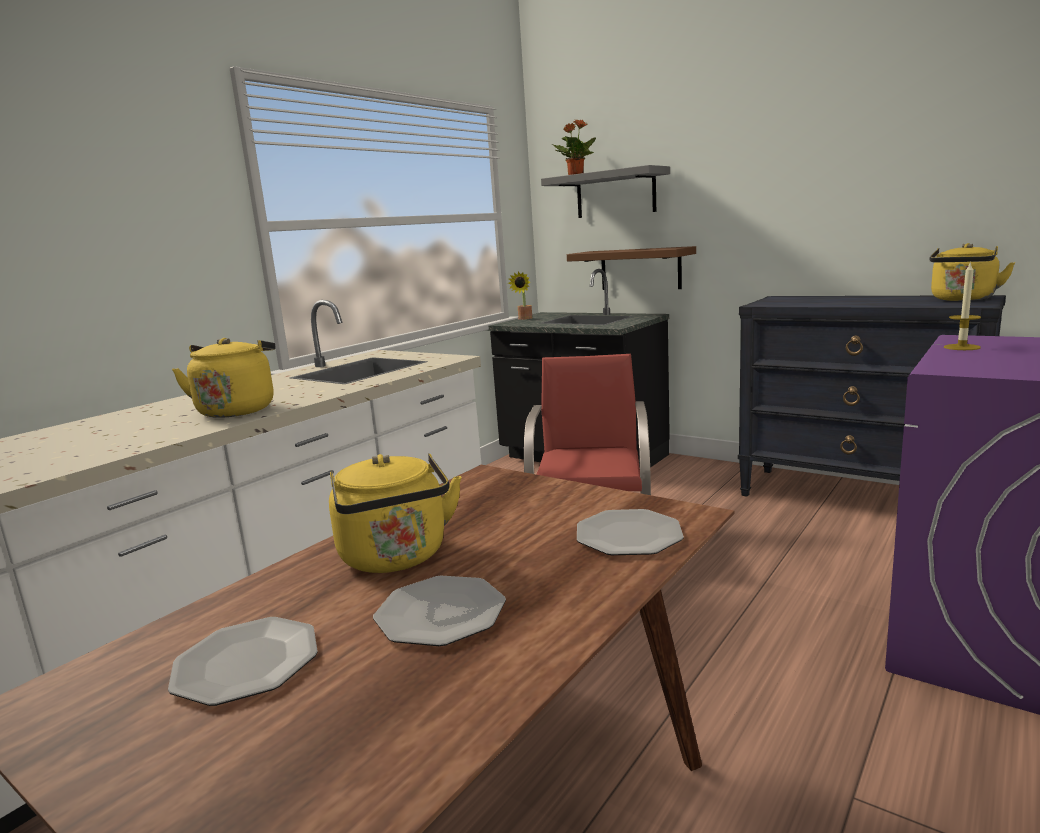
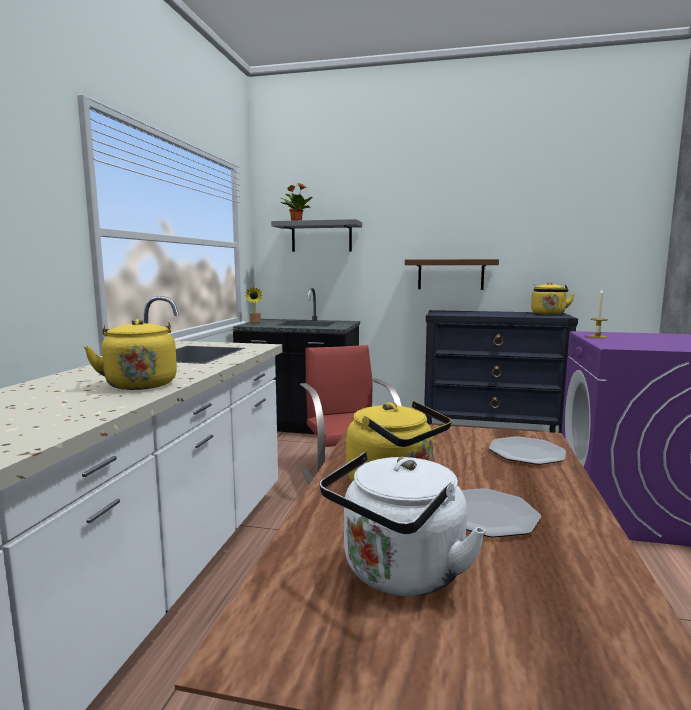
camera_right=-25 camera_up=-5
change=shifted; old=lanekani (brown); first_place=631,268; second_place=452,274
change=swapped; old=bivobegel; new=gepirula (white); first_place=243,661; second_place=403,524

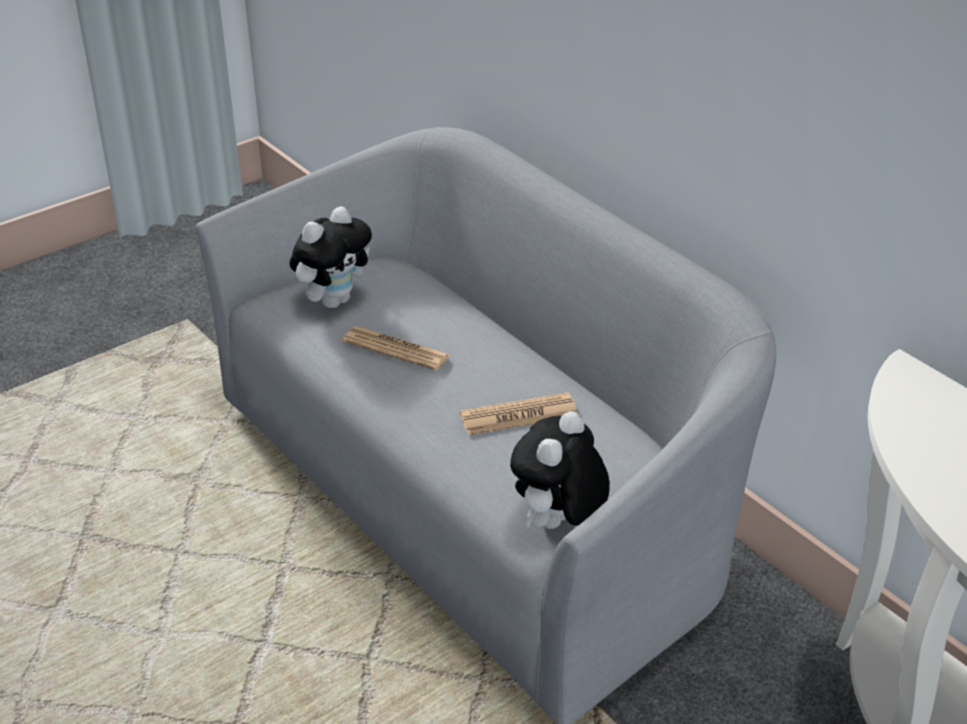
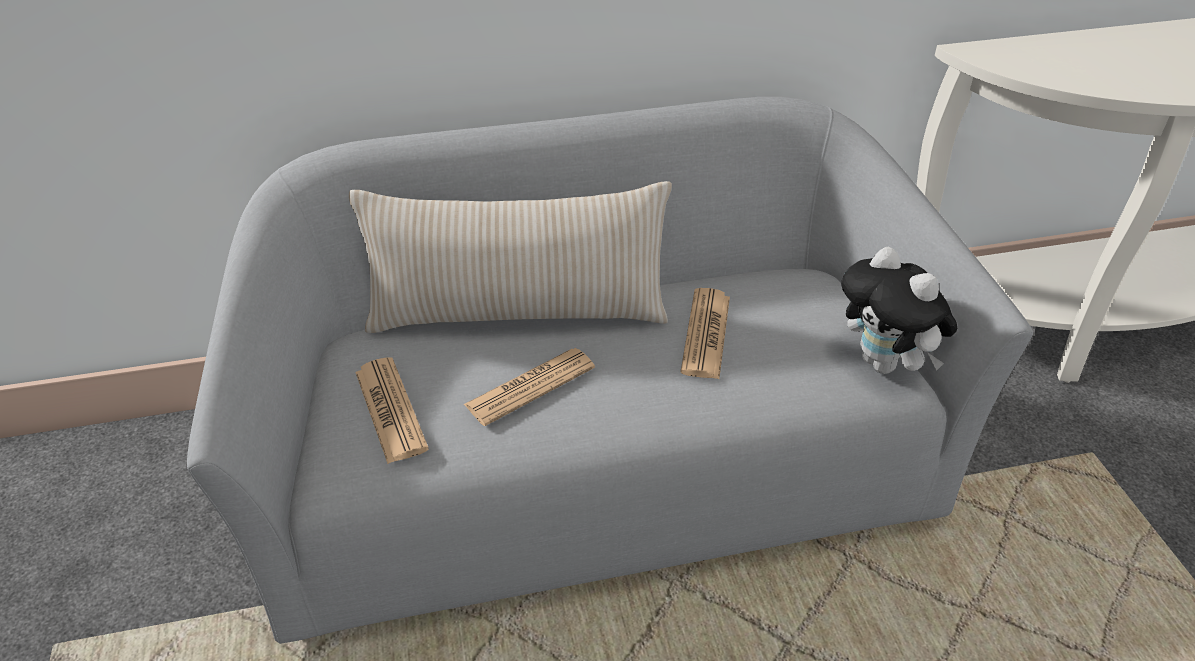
camera_right=-65 camera_up=5
change=swapped; old=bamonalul; new=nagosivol; first_place=330,257; second_place=392,410
change=new; new=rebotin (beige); second_place=510,257

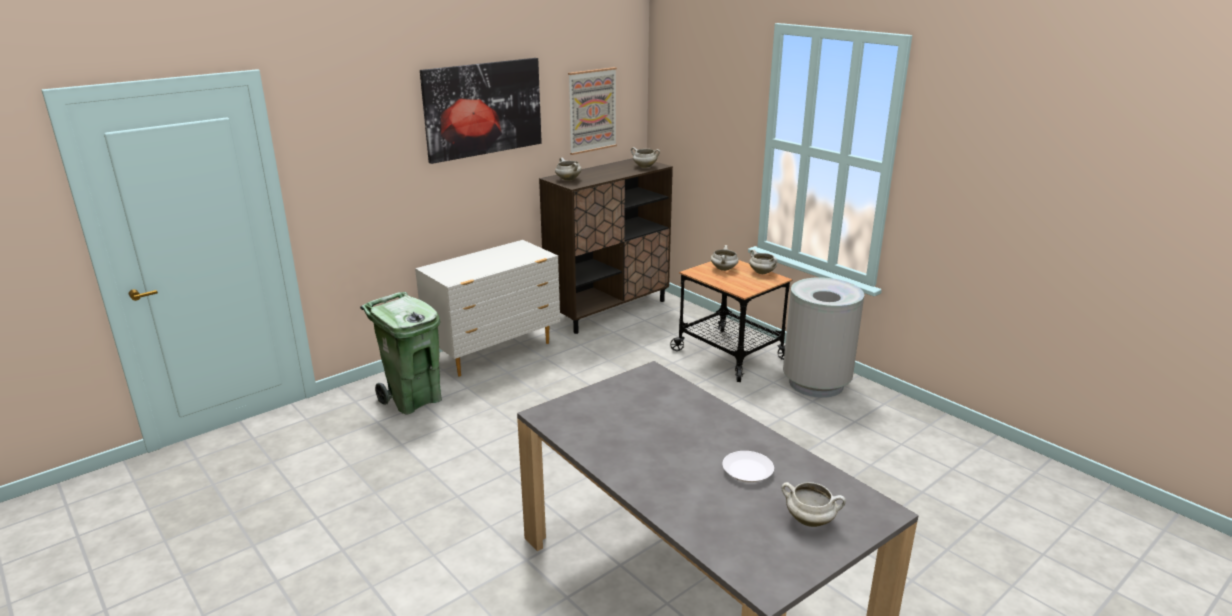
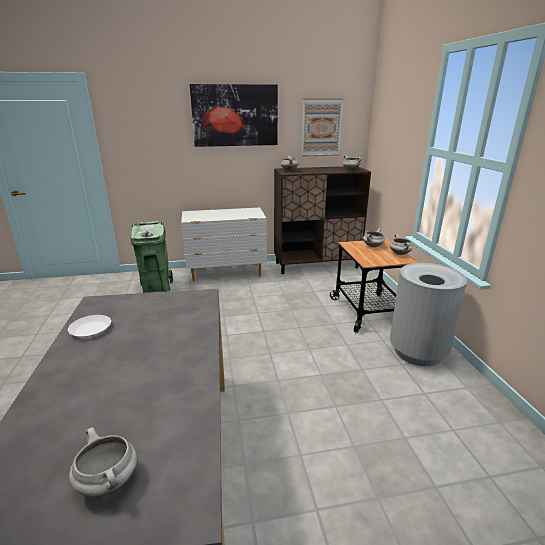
camera_right=30 camera_up=0
change=shifted; old=bivobegel (white); first_place=748,466; second_place=89,326

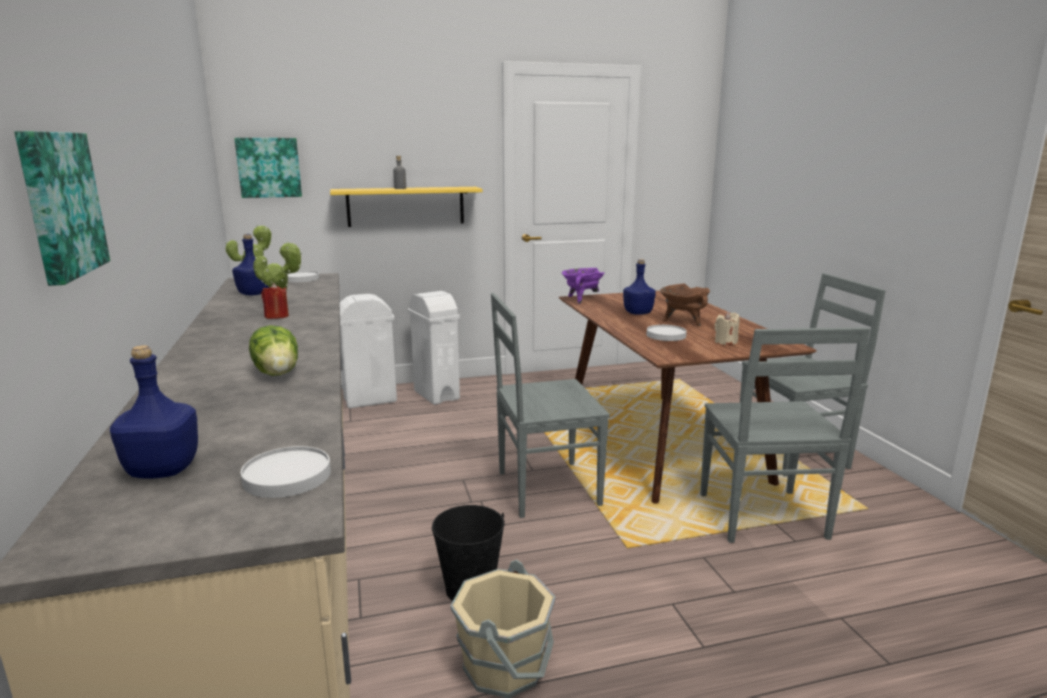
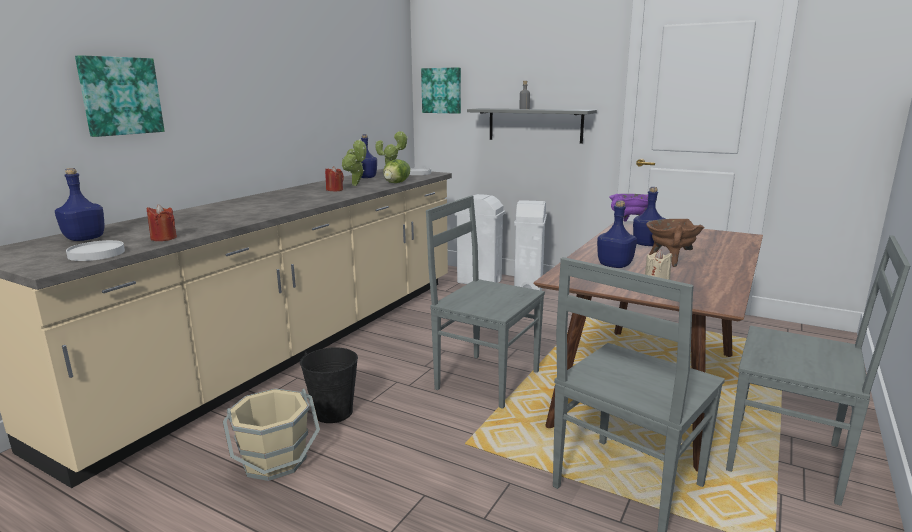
camera_right=45 camera_up=0
change=repainted; old=lanekani (yellow); new=lanekani (grey); first_place=406,207; second_place=532,126
change=shifted; old=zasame; first_place=273,350; second_place=396,171
change=swapped; old=bivobegel (white); new=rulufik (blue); first_place=666,333; second_place=617,234
change=new; new=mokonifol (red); second_place=162,222

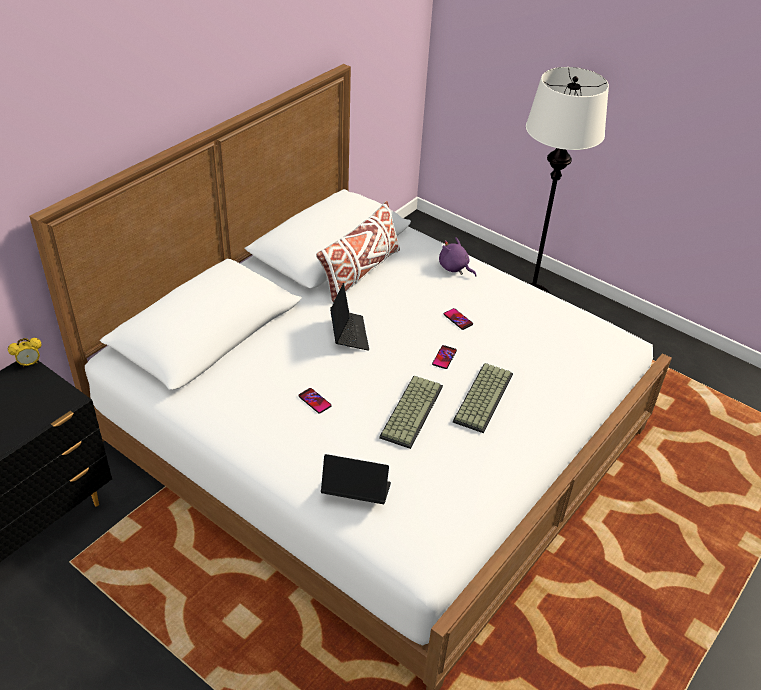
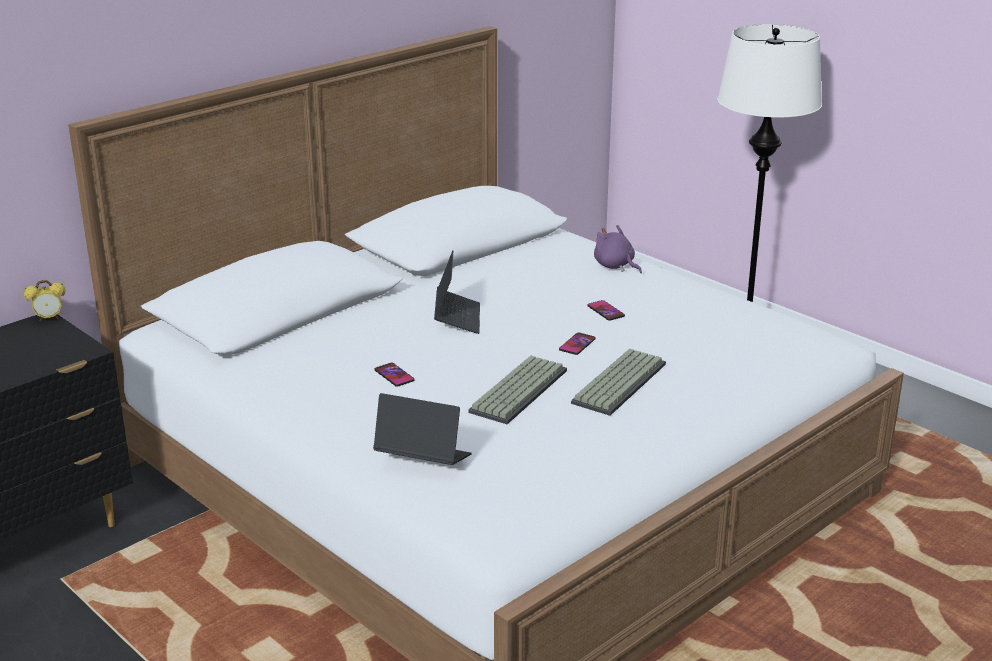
camera_right=10 camera_up=-15
change=gone; old=rebotin (white); first_place=358,251

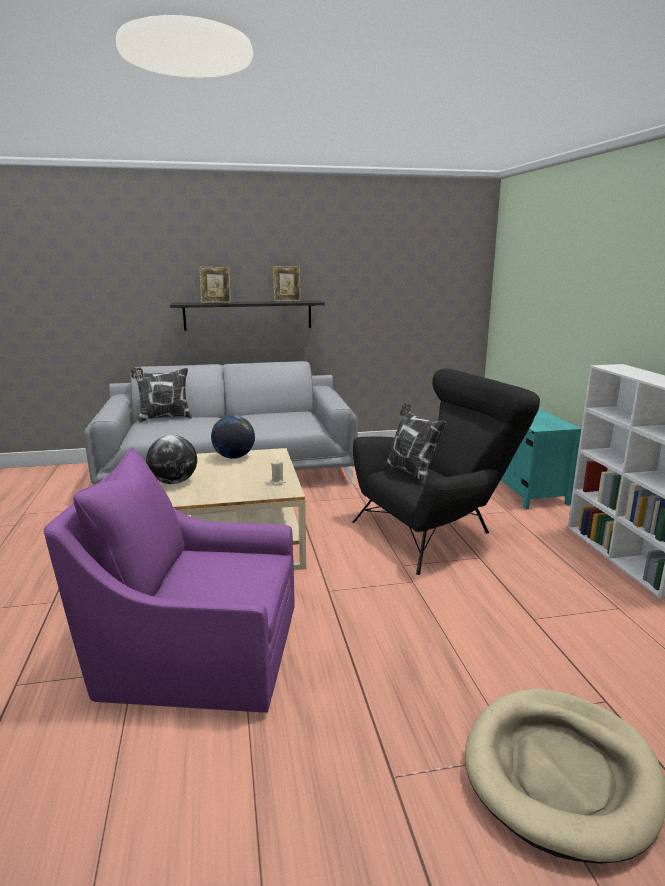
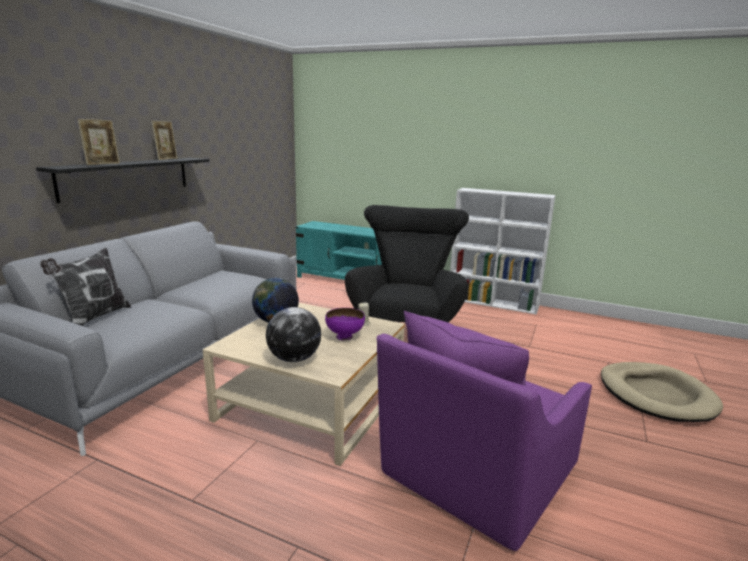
camera_right=-55 camera_up=0
change=gone; old=rebotin; first_place=416,444
change=new; new=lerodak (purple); second_place=345,324

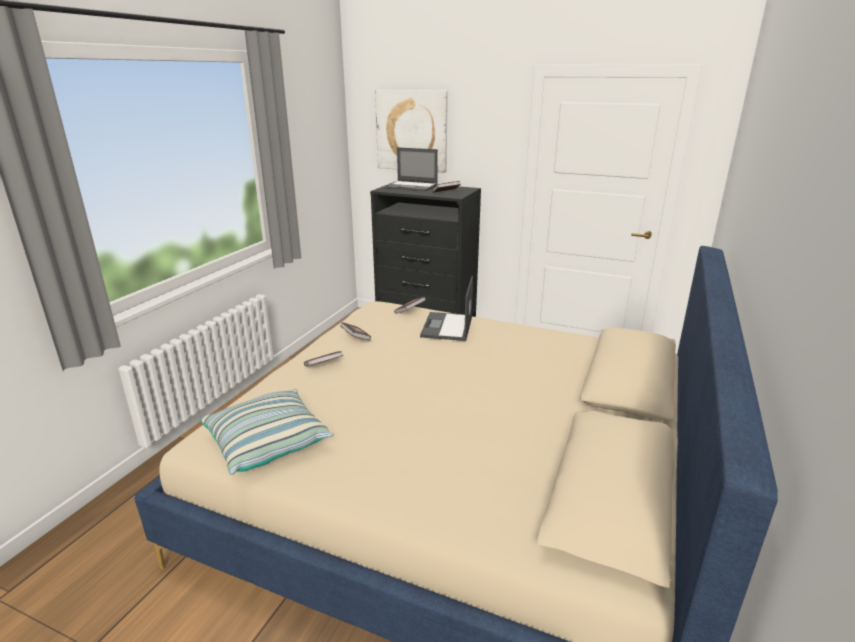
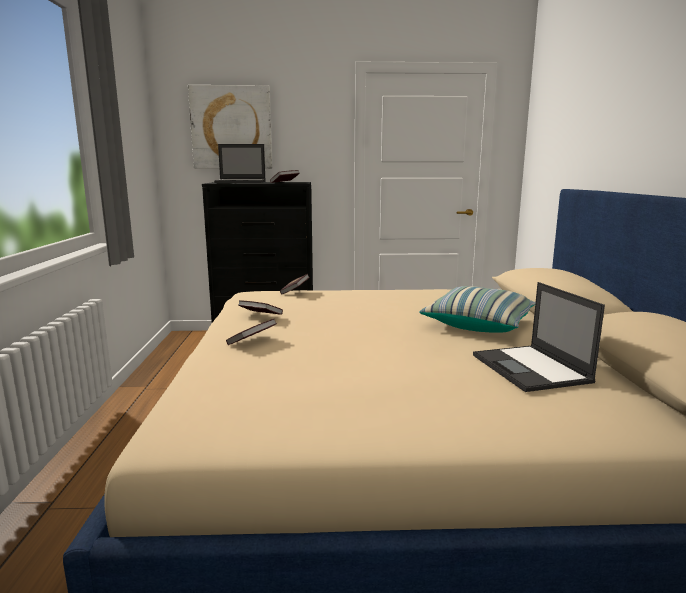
camera_right=-25 camera_up=-10
change=shifted; old=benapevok; first_place=446,308; second_place=539,337
change=shifted; old=rebotin; first_place=267,432; second_place=477,309

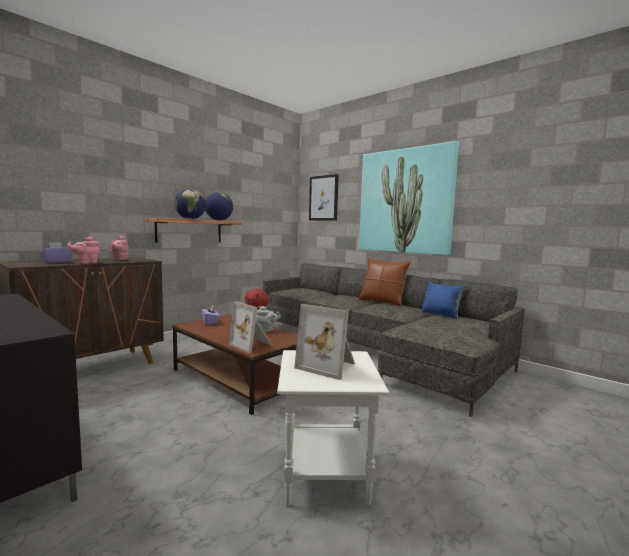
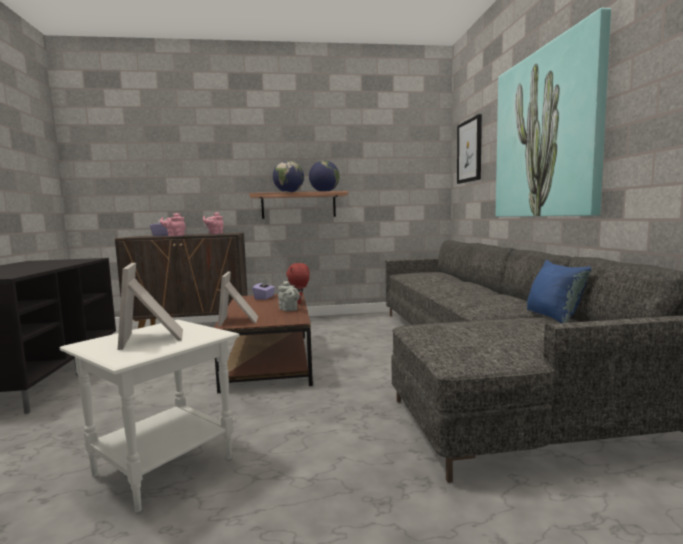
camera_right=40 camera_up=0
change=gone; old=rebotin (brown); first_place=385,282

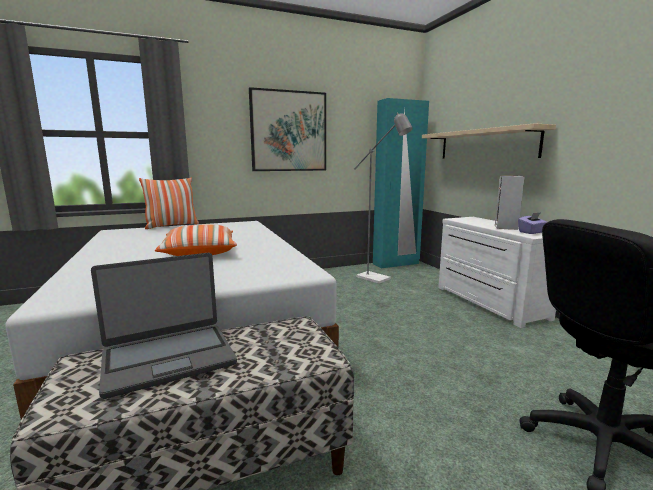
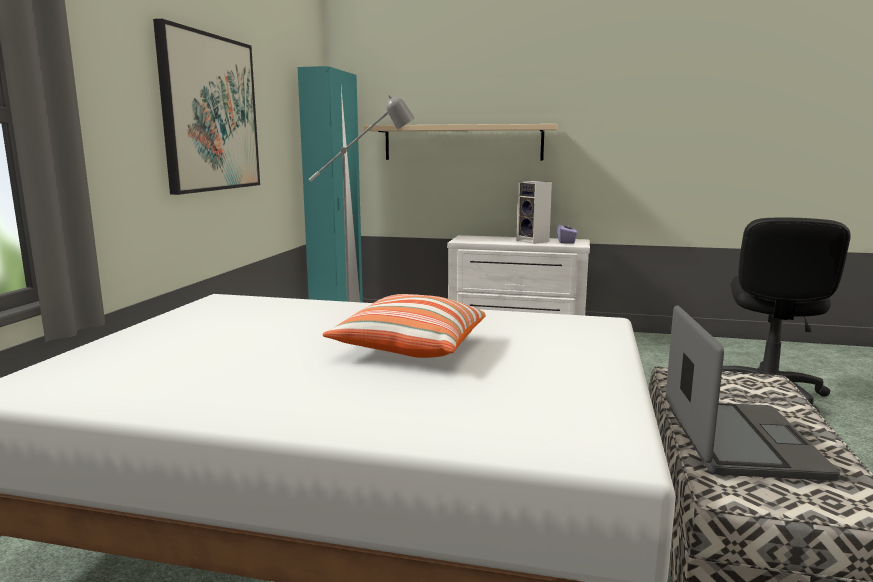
camera_right=-55 camera_up=0
change=gone; old=rebotin; first_place=169,203

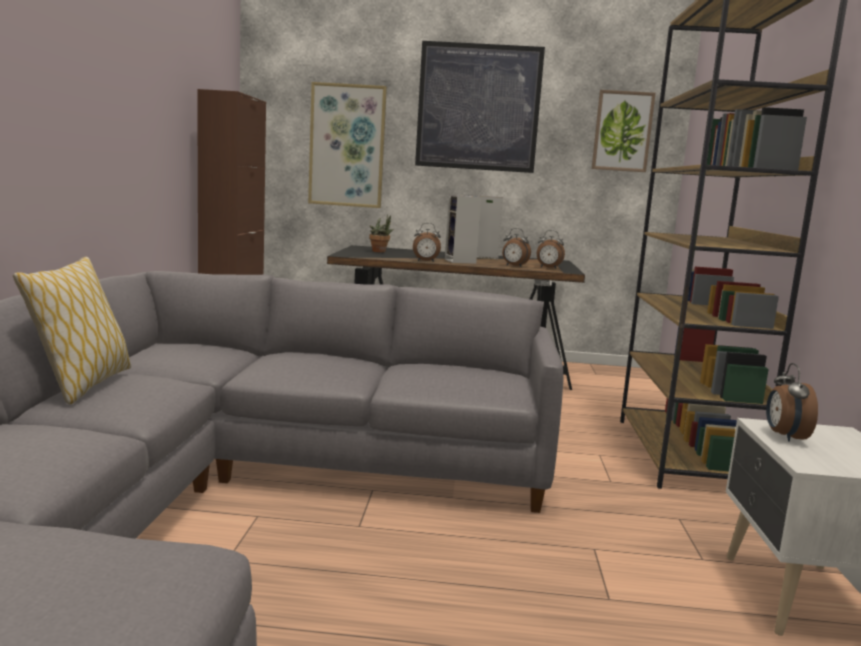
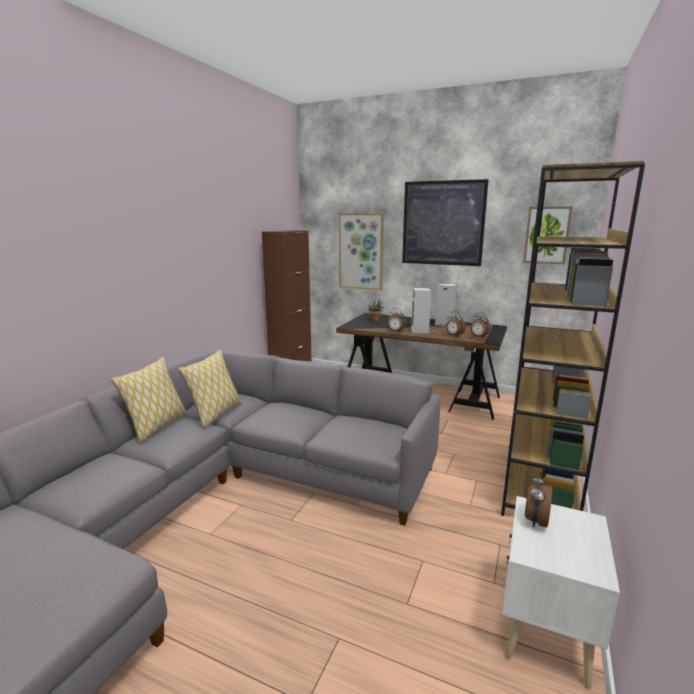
camera_right=20 camera_up=5
change=new; new=rebotin; second_place=210,389

